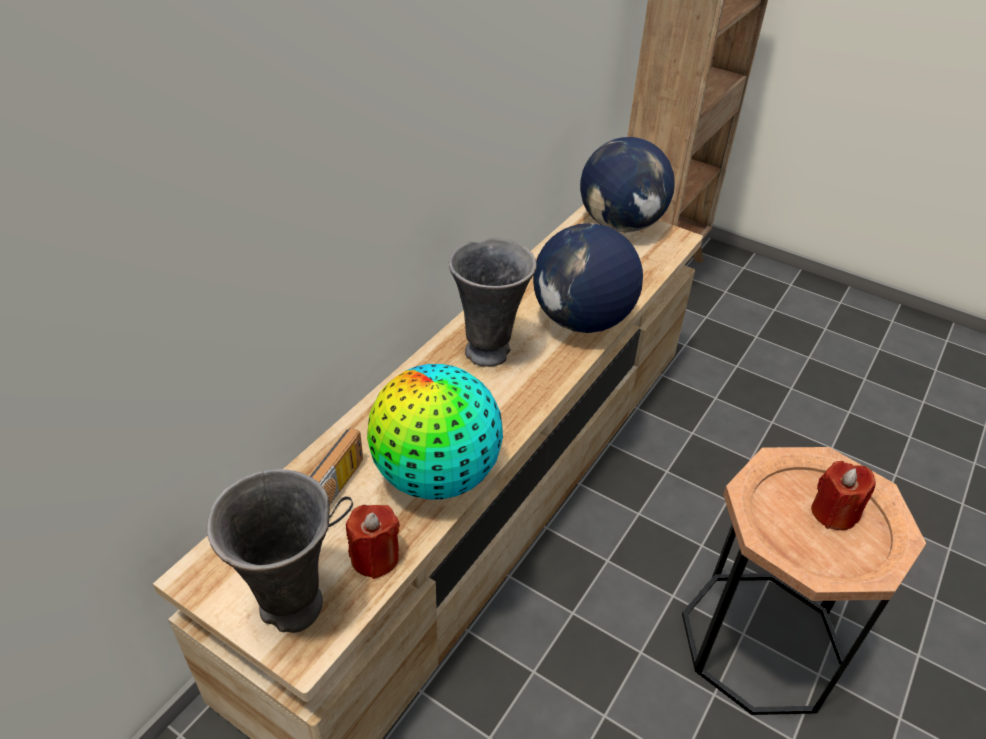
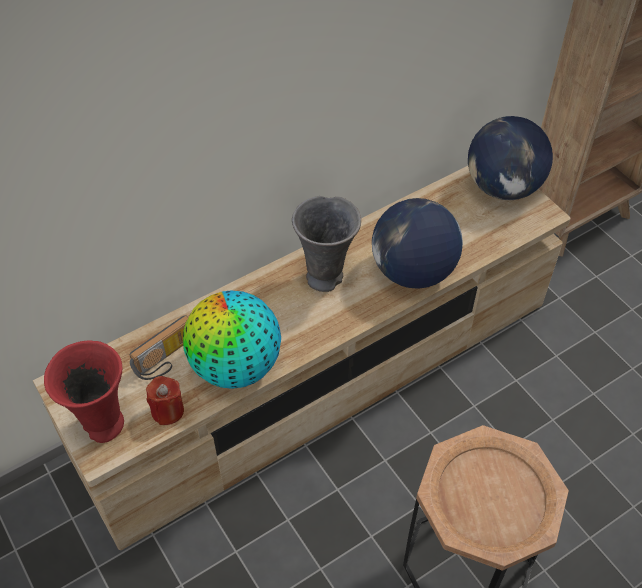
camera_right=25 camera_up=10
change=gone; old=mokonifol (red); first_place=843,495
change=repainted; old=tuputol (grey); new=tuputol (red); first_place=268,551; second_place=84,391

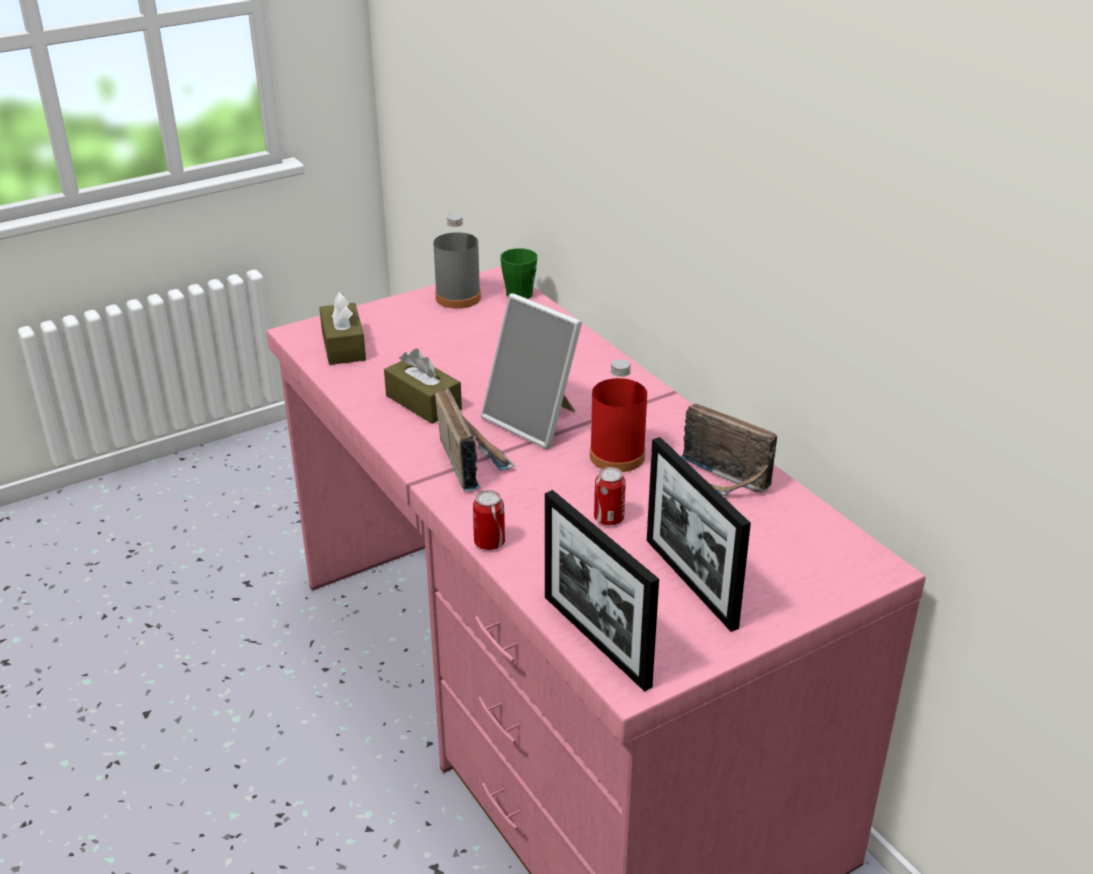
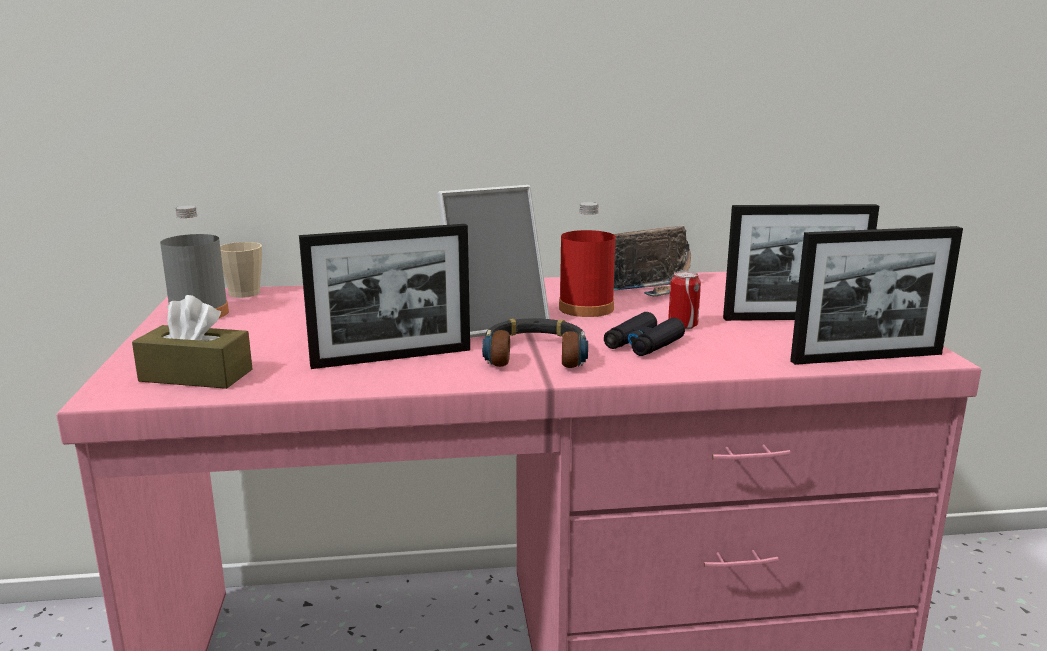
camera_right=-65 camera_up=-15
change=repainted; old=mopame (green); new=mopame (beige); first_place=519,273; second_place=241,270
change=swapped; old=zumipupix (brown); new=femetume; first_place=423,386; second_place=384,296
change=swapped; old=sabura; new=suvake; first_place=475,440; second_place=535,343
change=gone; old=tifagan; first_place=489,520
change=new; new=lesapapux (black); second_place=644,334

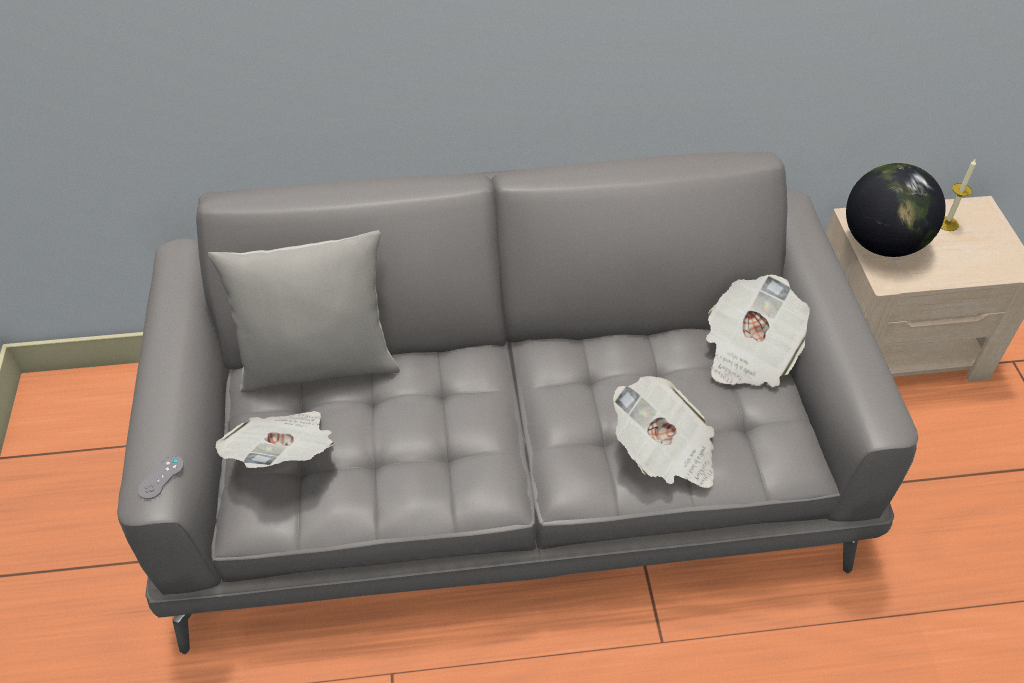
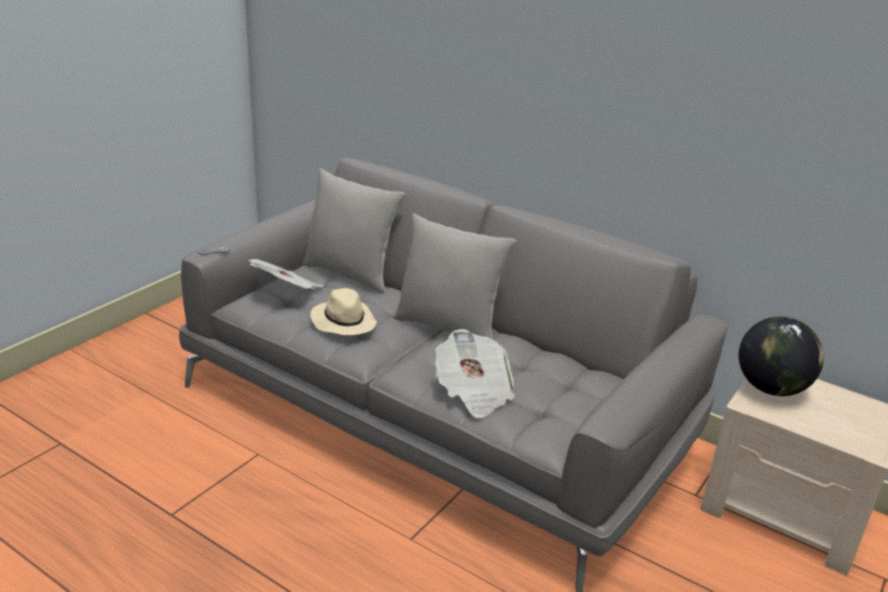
camera_right=40 camera_up=-20
change=gone; old=mokonifol; first_place=958,194
change=gone; old=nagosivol; first_place=758,330
change=new; new=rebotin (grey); second_place=455,276
change=new; new=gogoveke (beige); second_place=343,311

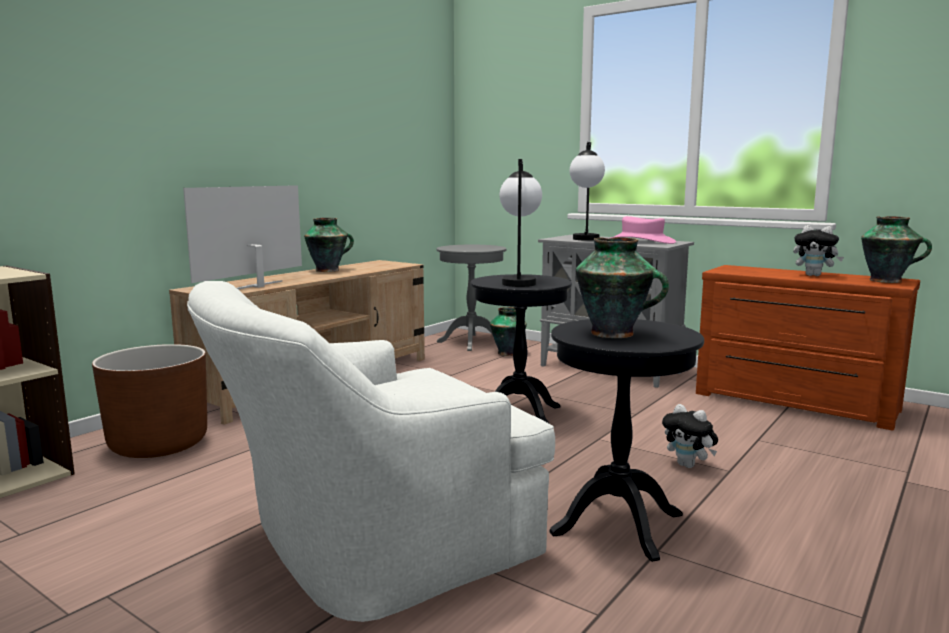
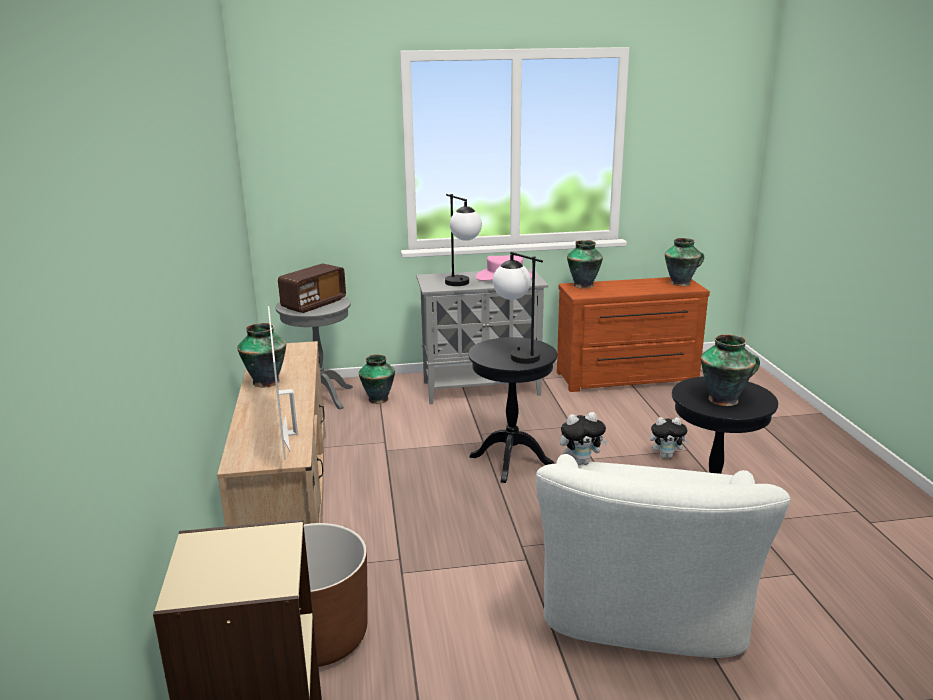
camera_right=-45 camera_up=10
change=shifted; old=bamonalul; first_place=818,250; second_place=584,439
change=new; new=tuputol; second_place=585,264
change=new; new=sabura; second_place=312,288

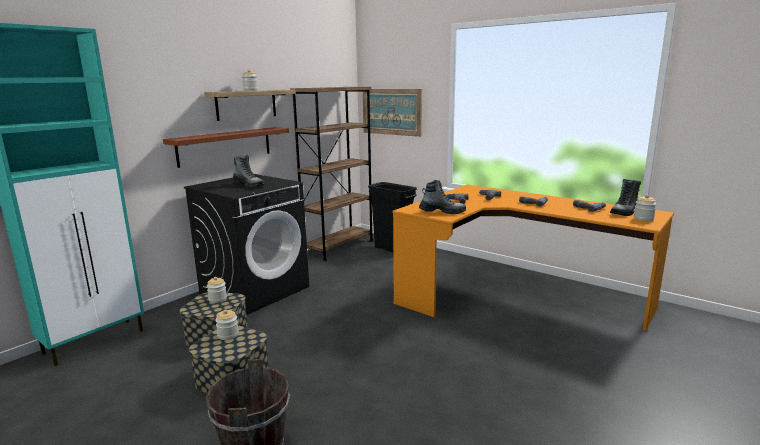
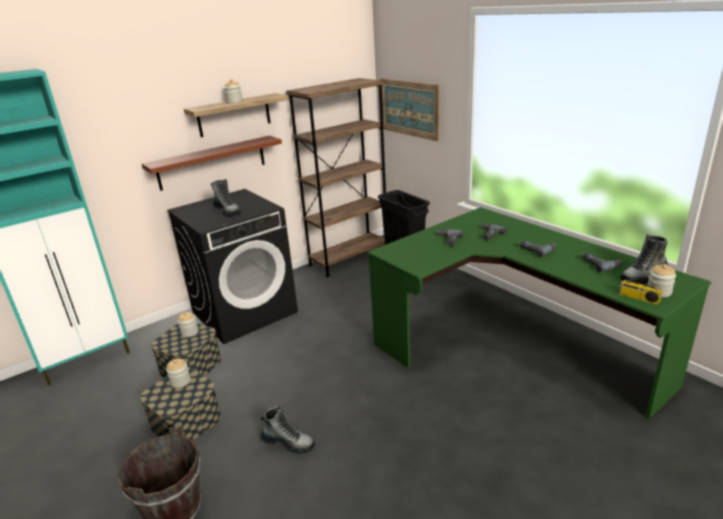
camera_right=15 camera_up=10
change=shifted; old=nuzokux; first_place=442,197; second_place=287,429
change=repainted; old=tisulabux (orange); new=tisulabux (green); first_place=533,258; second_place=539,313
change=new; new=sabura; second_place=641,284

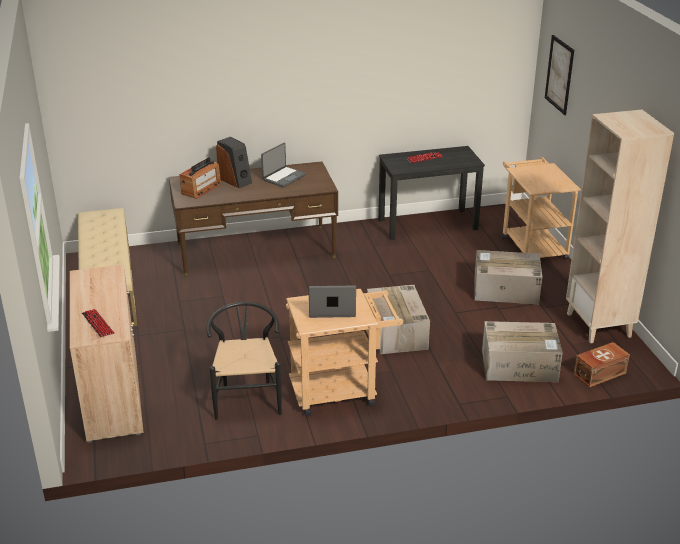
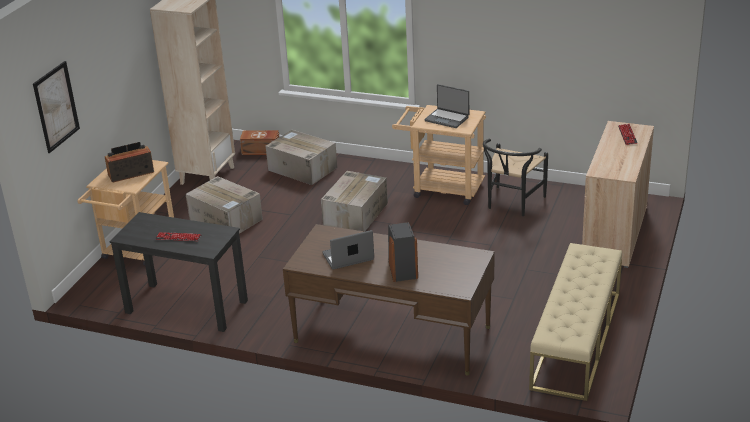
camera_right=-145 camera_up=0
change=shifted; old=sabura; first_place=200,178; second_place=129,162

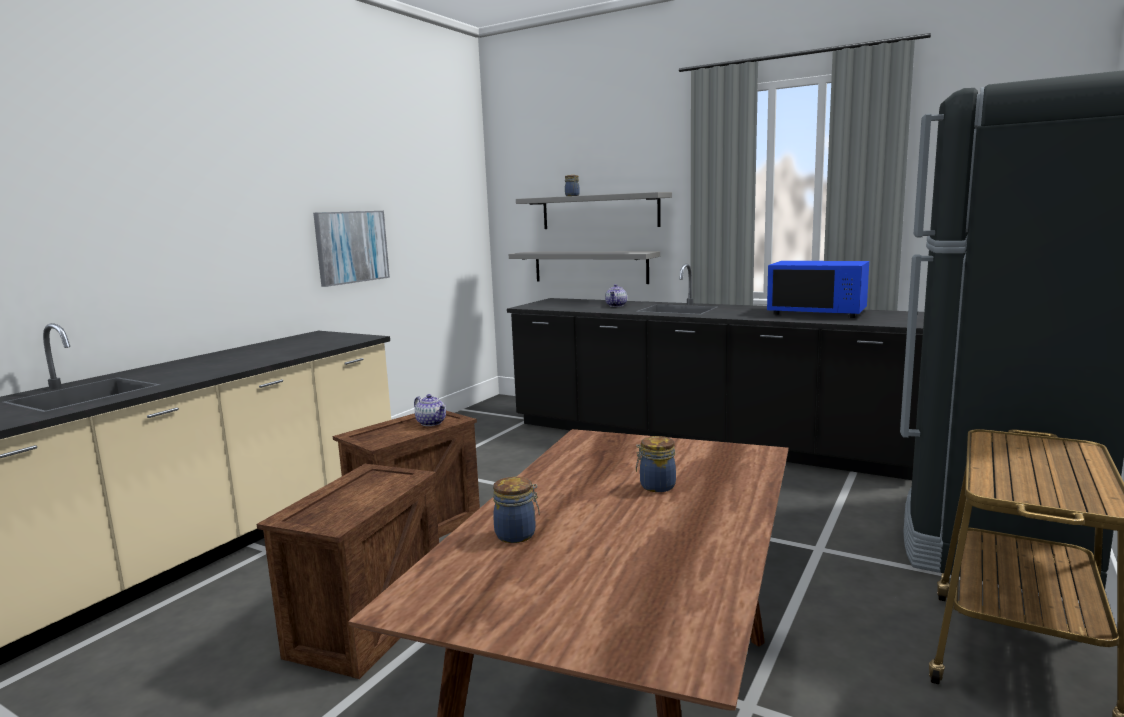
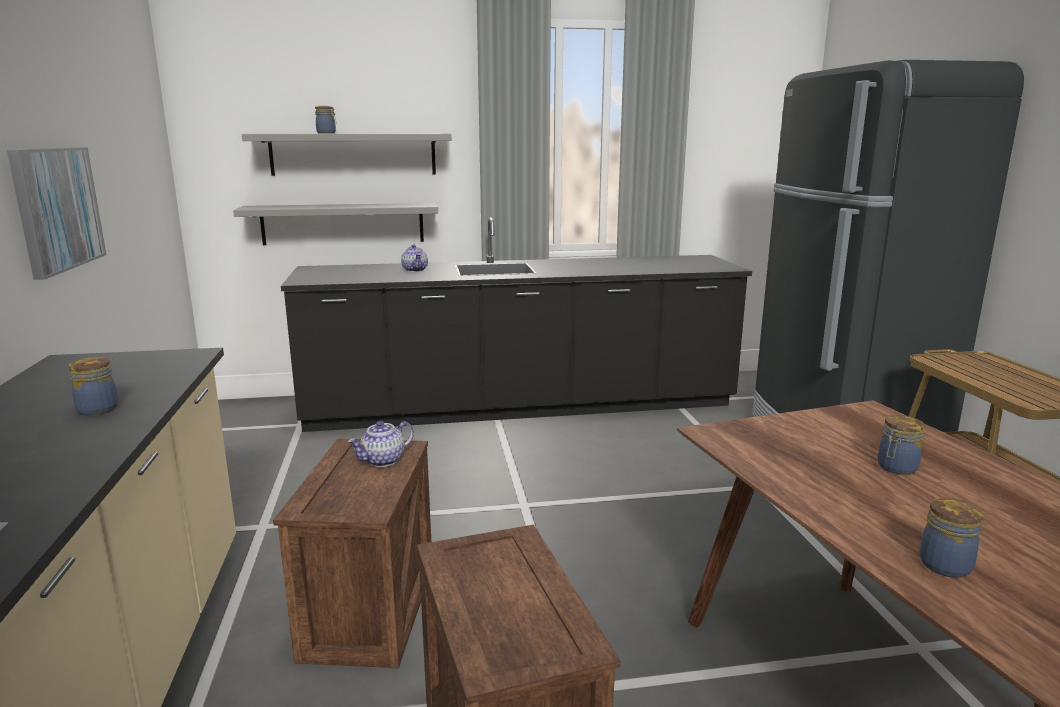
camera_right=-40 camera_up=5
change=gone; old=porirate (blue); first_place=818,289
change=rotated; old=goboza; first_place=430,410; second_place=380,444; degrees=135
change=new; new=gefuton; second_place=93,386

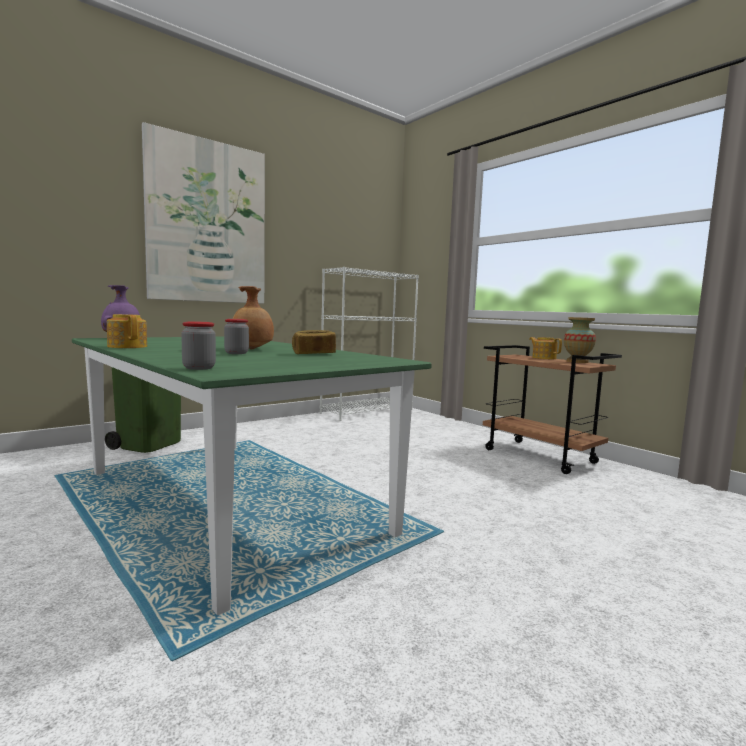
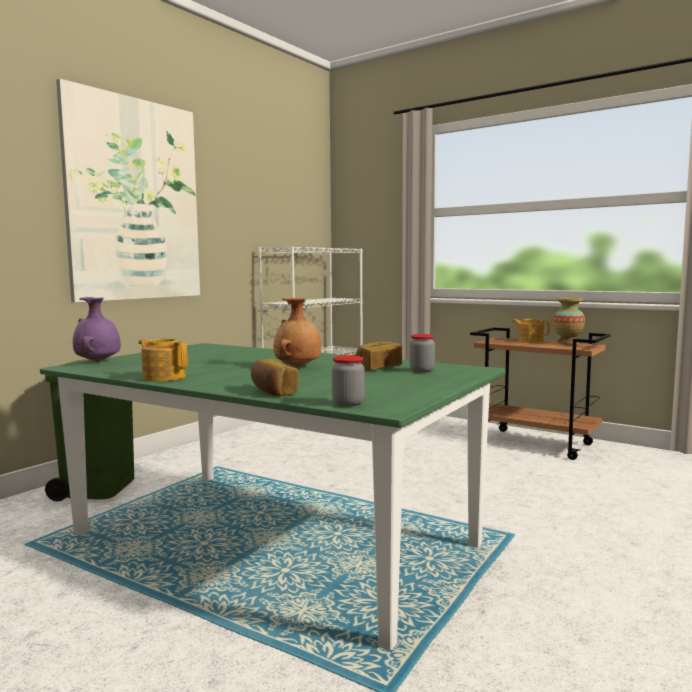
camera_right=-15 camera_up=0
change=shifted; old=gefuton; first_place=236,336; second_place=422,353
change=new; new=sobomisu; second_place=274,377

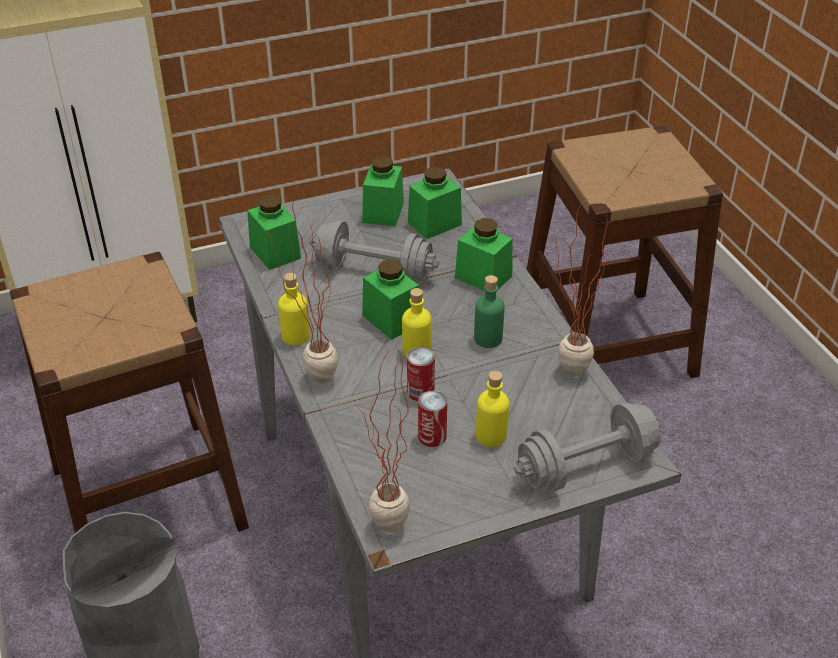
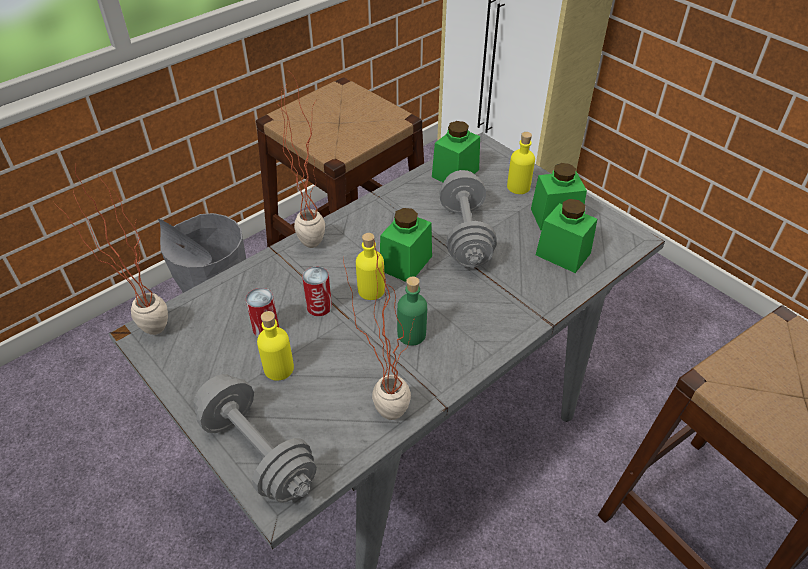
camera_right=70 camera_up=5
change=gone; old=gefuton (green); first_place=484,254
change=shifted; old=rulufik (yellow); first_place=294,309; second_place=521,163

